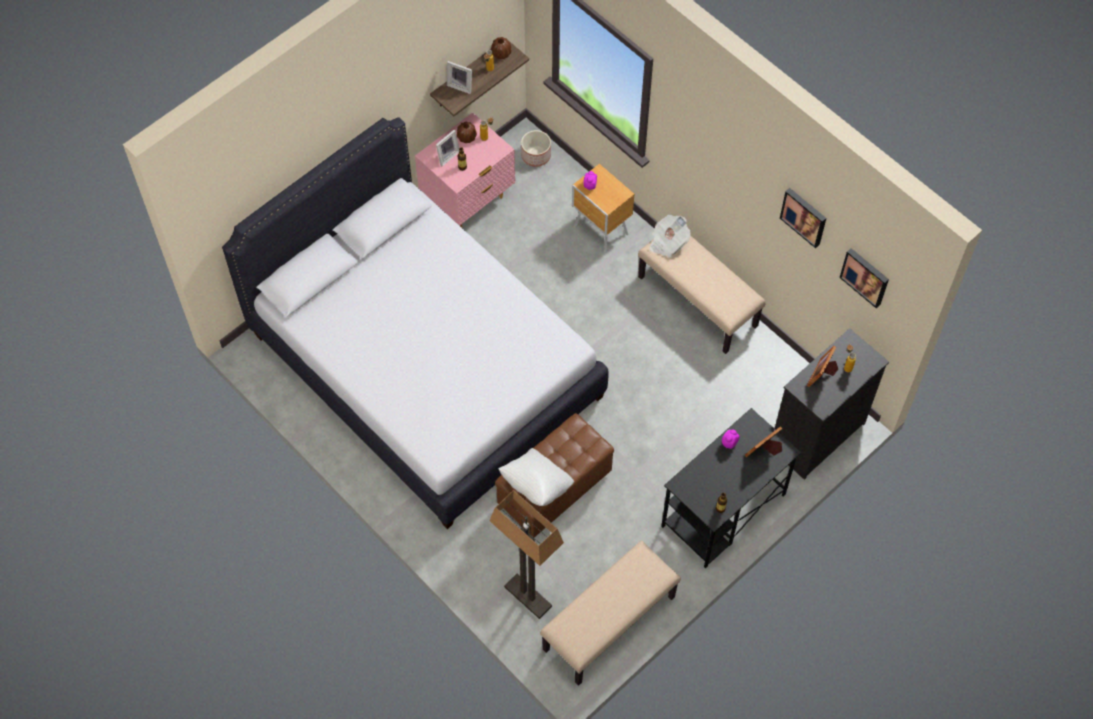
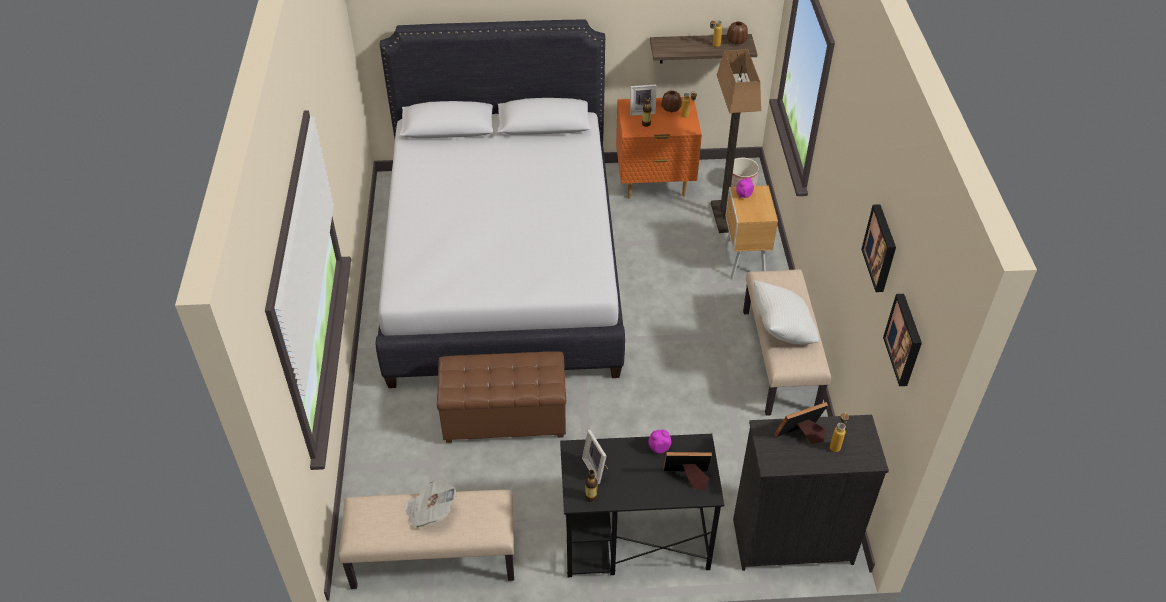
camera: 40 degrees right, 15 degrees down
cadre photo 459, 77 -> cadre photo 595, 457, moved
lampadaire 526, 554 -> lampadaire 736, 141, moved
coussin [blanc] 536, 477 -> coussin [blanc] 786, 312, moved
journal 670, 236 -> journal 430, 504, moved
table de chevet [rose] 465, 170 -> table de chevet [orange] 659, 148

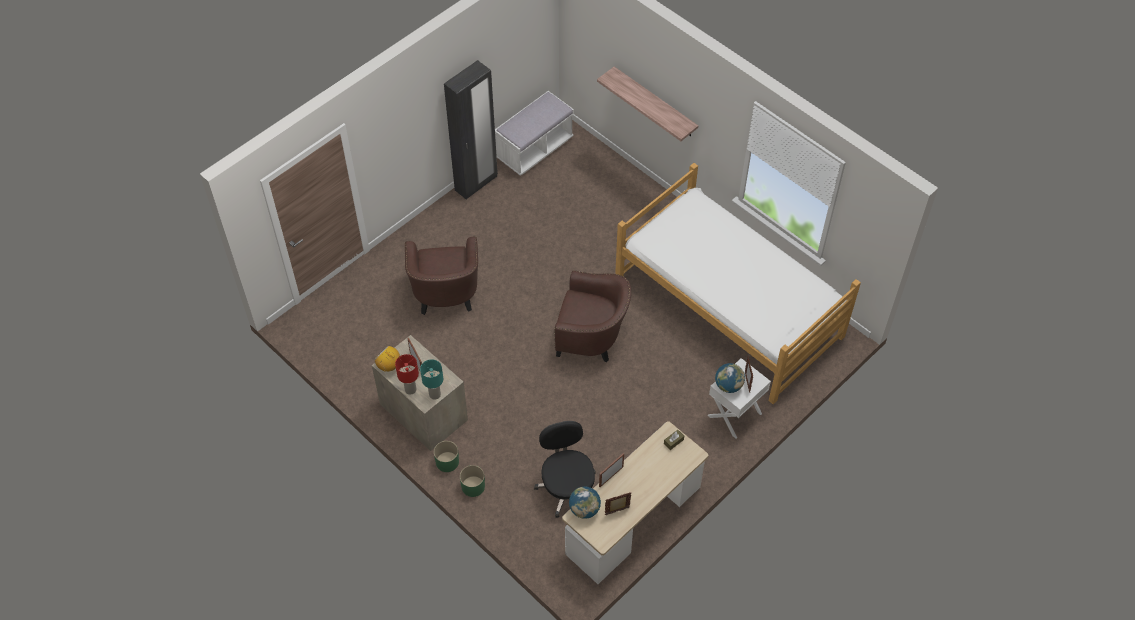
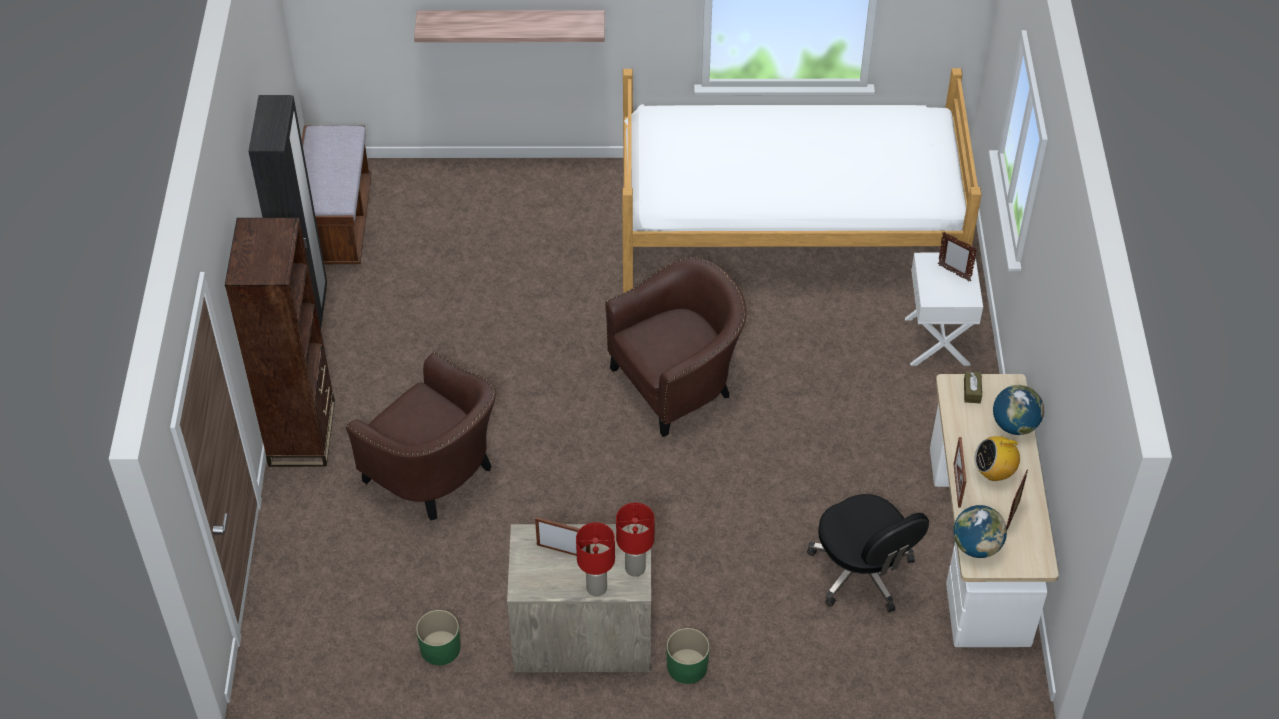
camera: 45 degrees left, 5 degrees down
none -> bibliothèque [marron] 280, 342
radio 388, 359 -> radio 997, 458, moved
cache-pot [vert] 472, 481 -> cache-pot [vert] 438, 637, moved
globe 730, 378 -> globe 1018, 410, moved
lampe de table [turquoise] 431, 379 -> lampe de table [rouge] 635, 540
banc [blanc] 534, 133 -> banc [marron] 337, 194
chaise de bureau [noir] 565, 469 -> chaise de bureau [noir] 868, 553, 150 degrees counterclockwise

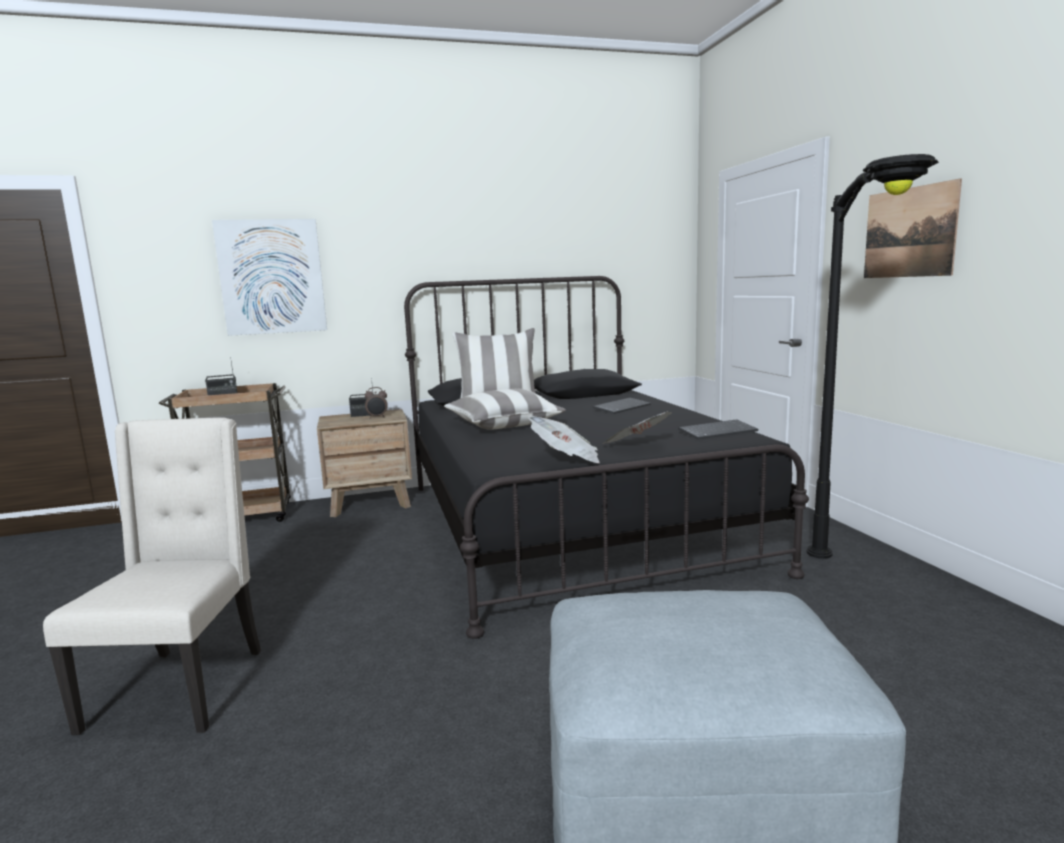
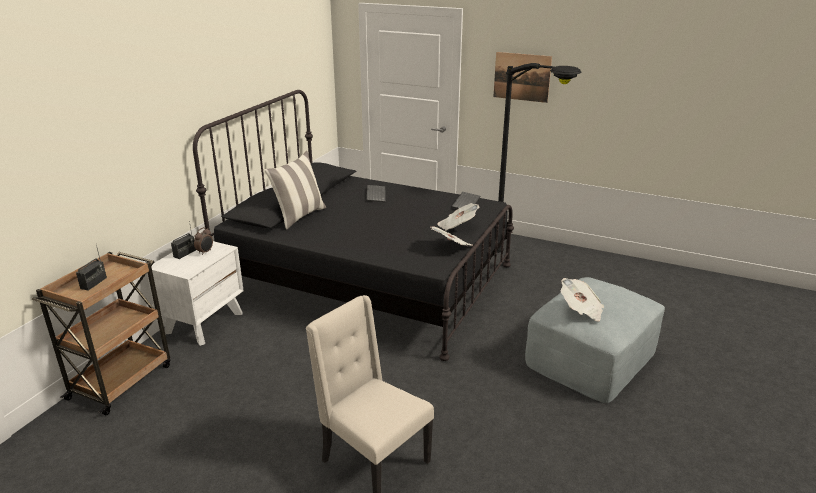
camera: 50 degrees left, 15 degrees up
tableau 269, 277 -> none
coussin 505, 409 -> none
none -> journal 582, 300
table de chevet [marron] 364, 463 -> table de chevet [blanc] 195, 292

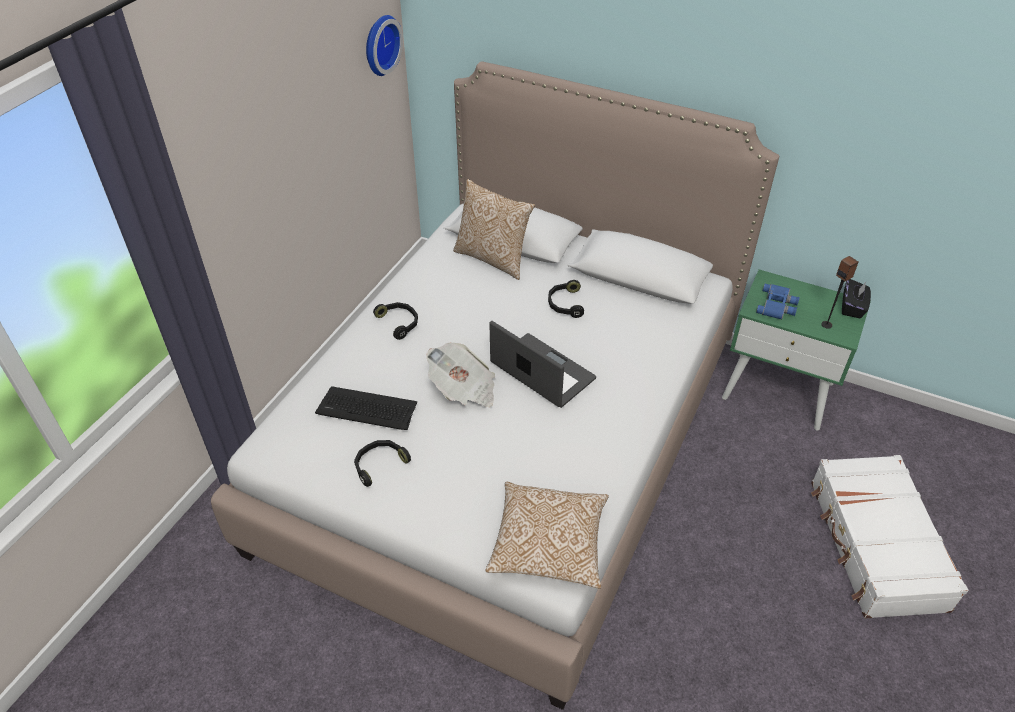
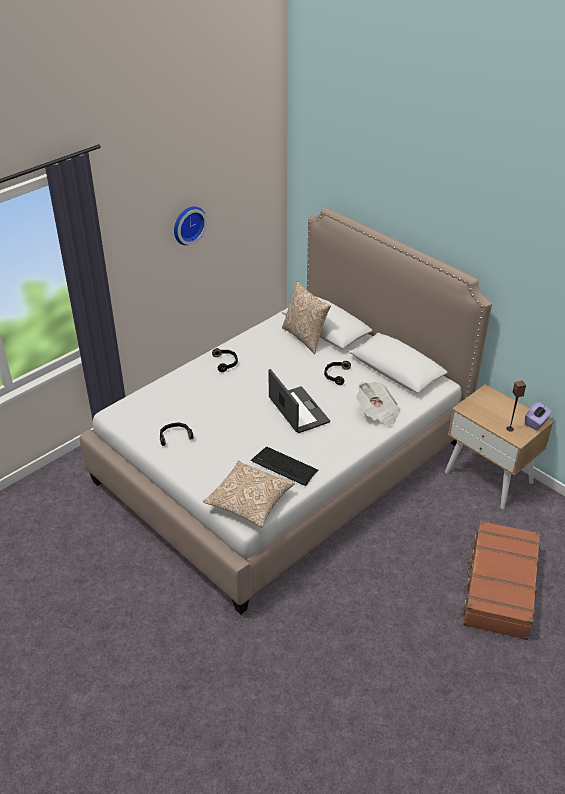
camera: 20 degrees right, 5 degrees down
jumelles [bleu] 778, 302 -> none
clavier 366, 408 -> clavier 284, 466, moved
horloge murale 384, 45 -> horloge murale 190, 225, moved
journal 460, 375 -> journal 378, 404, moved
table de chevet [vert] 796, 350 -> table de chevet [beige] 499, 446
valise [blanc] 889, 536 -> valise [marron] 500, 580
boîte à mouchoirs [noir] 856, 298 -> boîte à mouchoirs [violet] 538, 416

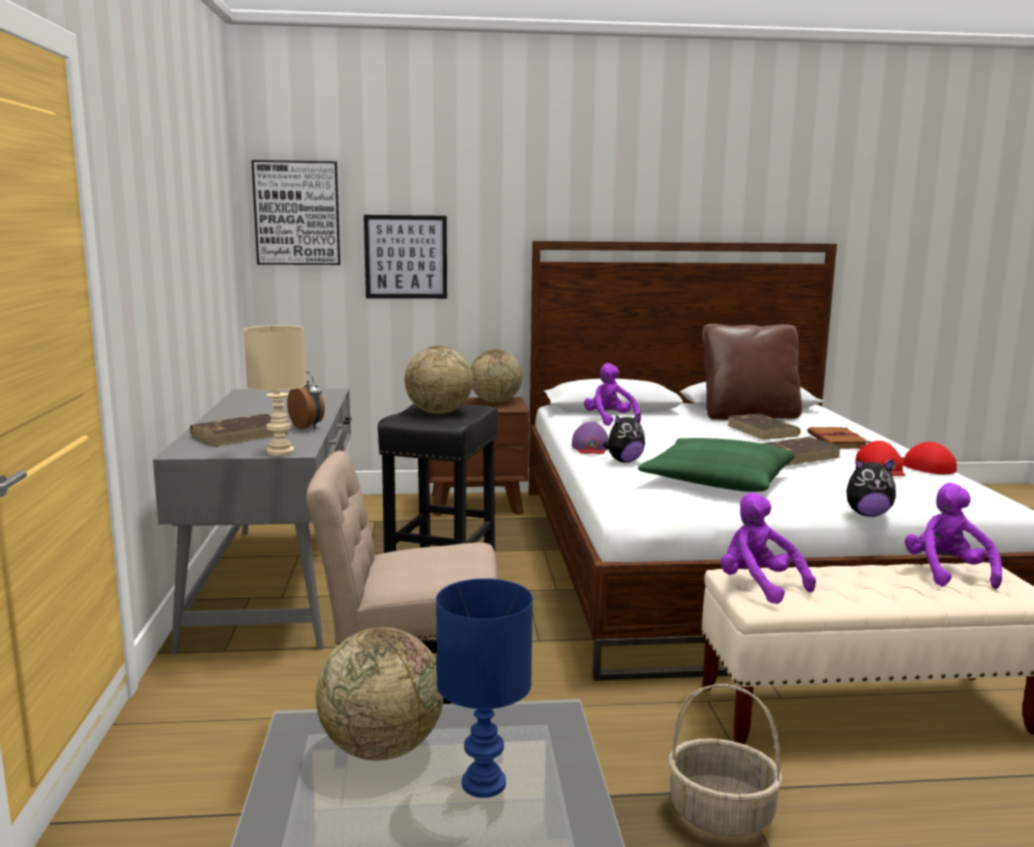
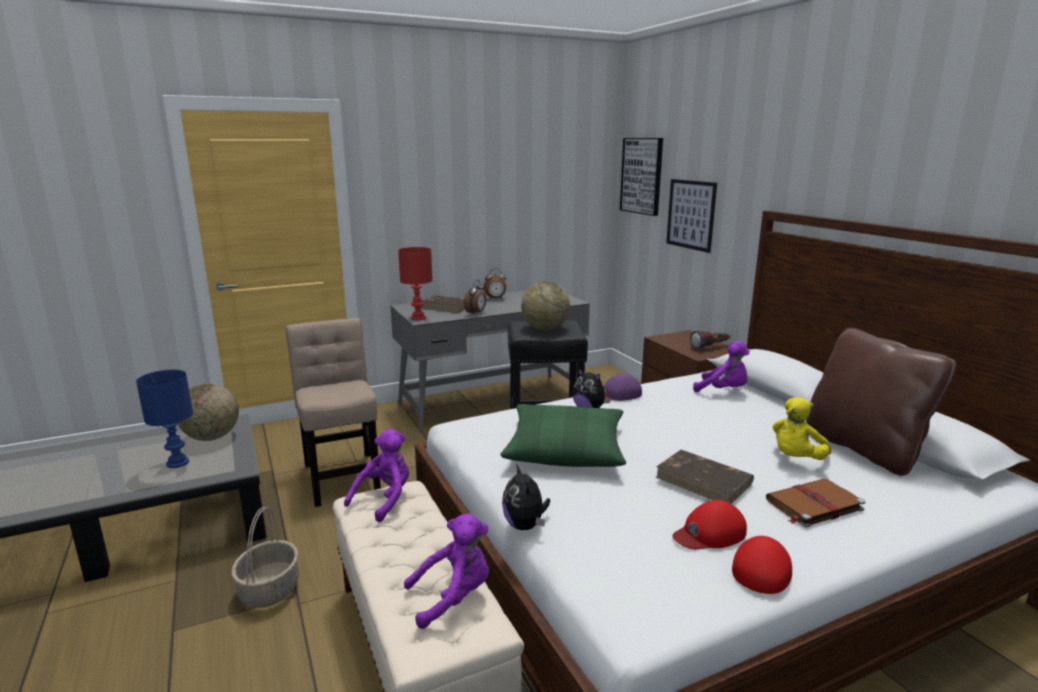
camera: 70 degrees right, 5 degrees up
none -> réveil 494, 283
globe 496, 376 -> lampe de poche 710, 340
livre [marron] 764, 426 -> peluche [jaune] 802, 428
lampe de table [beige] 275, 390 -> lampe de table [rouge] 415, 283
peluche [violet] 612, 394 -> peluche [violet] 721, 366, 75 degrees clockwise

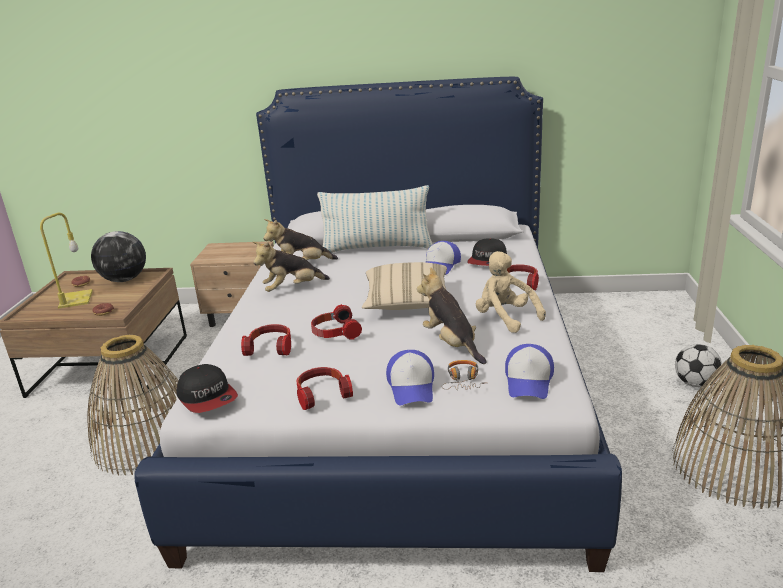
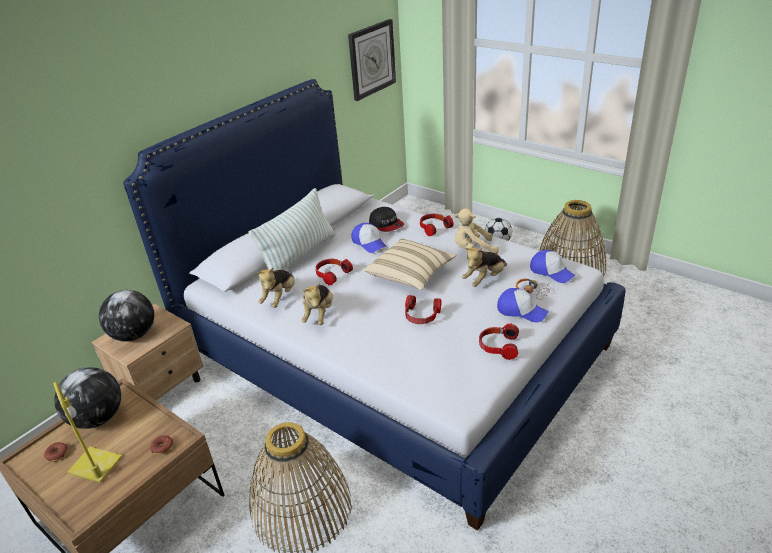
camera: 55 degrees left, 10 degrees up
casquette 207, 388 -> none
none -> globe 126, 316
none -> horloge murale 372, 60
casque audio 266, 340 -> casque audio 334, 272, moved
peluche 451, 315 -> peluche 484, 267, 45 degrees counterclockwise

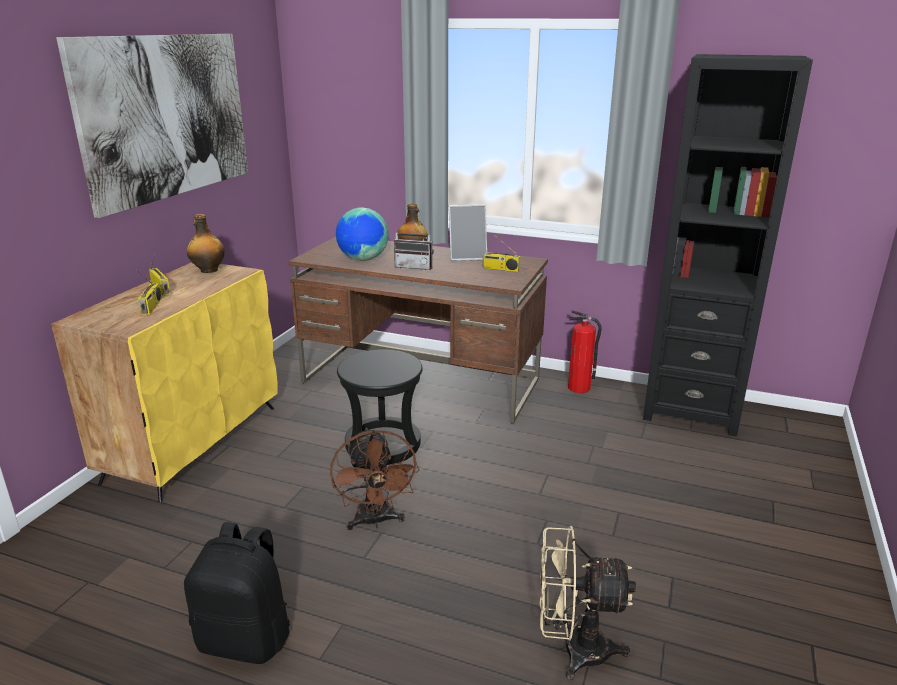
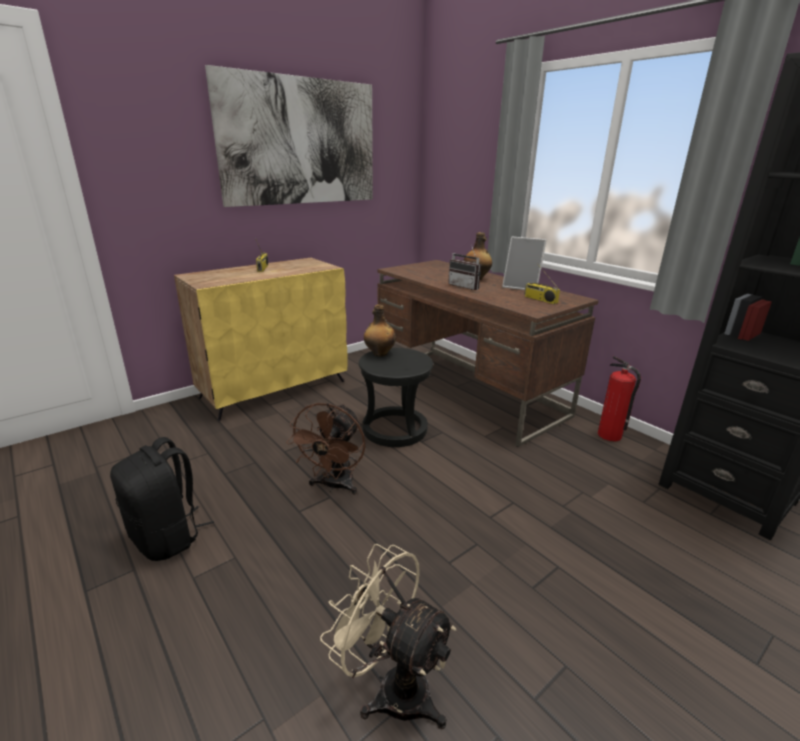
camera: 30 degrees right, 0 degrees up
radio 149, 292 -> none
globe 362, 234 -> none
bouteille 206, 243 -> bouteille 380, 331, moved

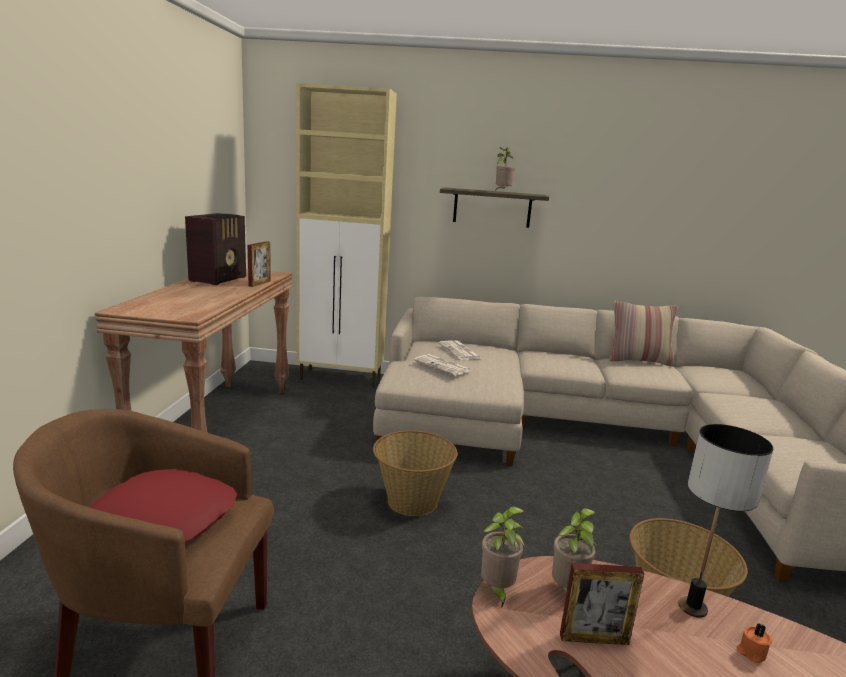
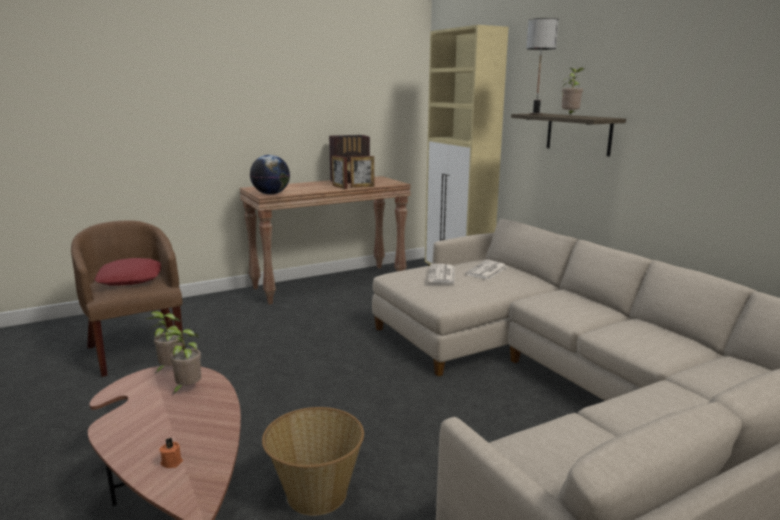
camera: 55 degrees right, 0 degrees up
panier 415, 473 -> none
coussin 643, 333 -> none
none -> globe 270, 175
cadre photo 602, 604 -> cadre photo 340, 172, moved
lampe de table 725, 521 -> lampe de table 542, 66, moved

